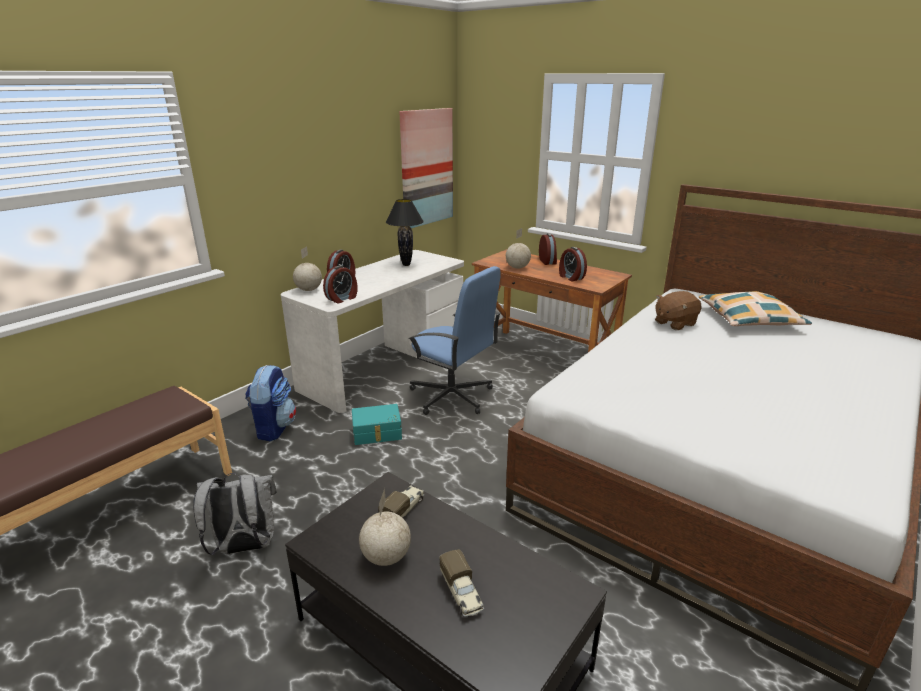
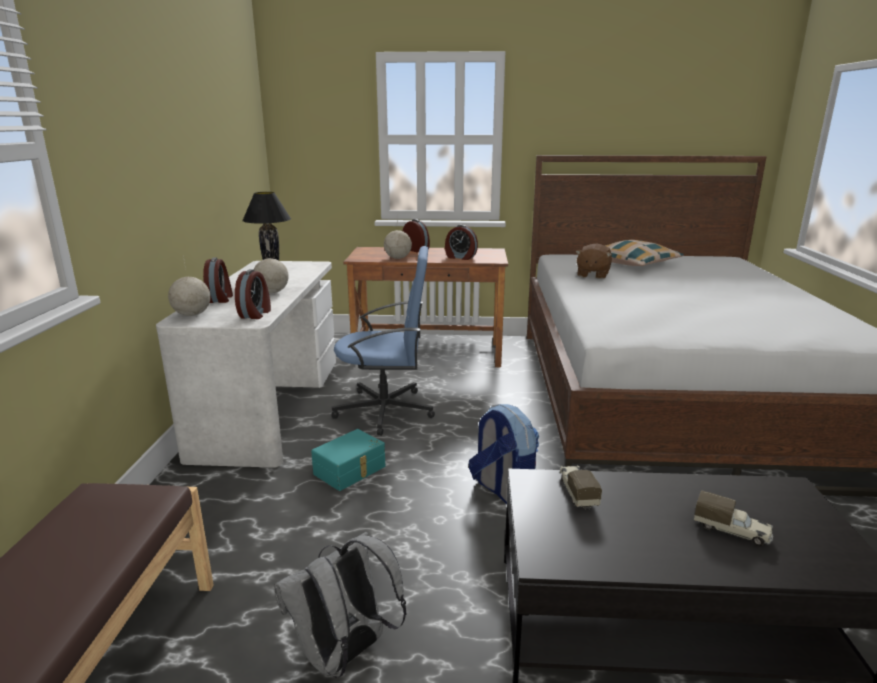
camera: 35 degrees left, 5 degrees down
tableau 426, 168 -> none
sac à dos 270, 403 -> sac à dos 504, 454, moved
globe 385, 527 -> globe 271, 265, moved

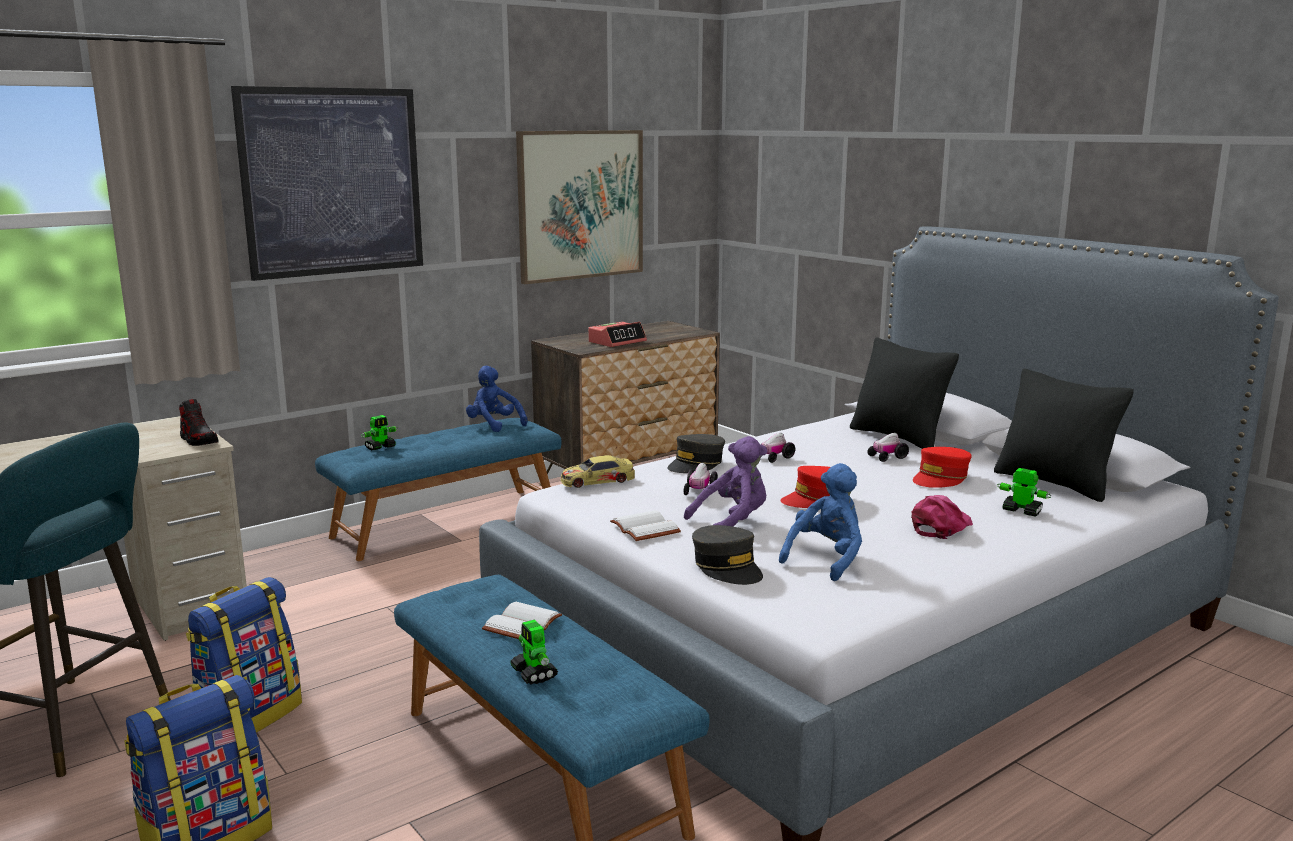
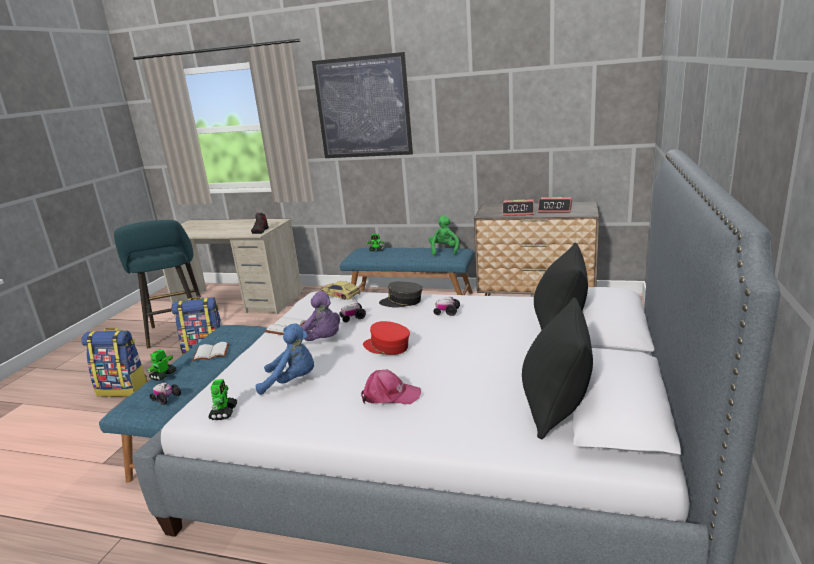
camera: 55 degrees right, 5 degrees up
tableau 579, 207 -> none
casquette [gris] 727, 555 -> none
casquette [rouge] 942, 467 -> none
none -> réveil 555, 205
petite voiture 888, 447 -> petite voiture 165, 394, moved
robot jouet 1024, 492 -> robot jouet 222, 399, moved
peluche [bleu] 496, 399 -> peluche [vert] 444, 235

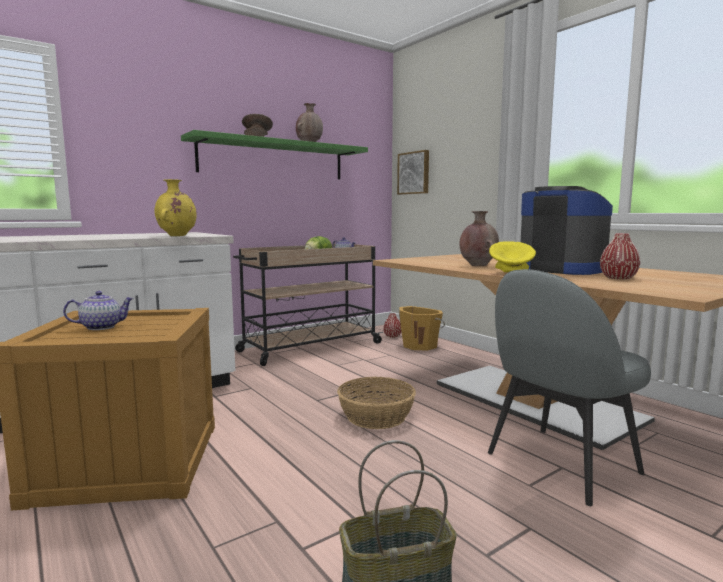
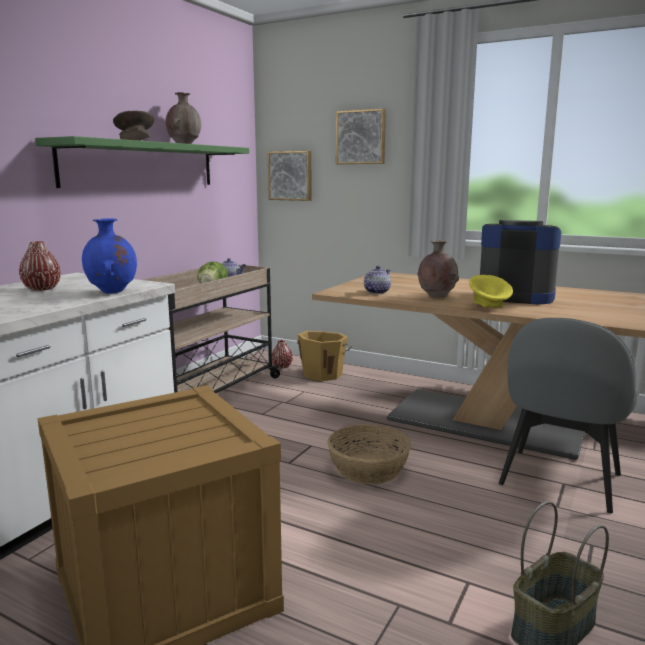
camera: 25 degrees left, 5 degrees up
none -> tableau 361, 136
théière 98, 310 -> théière 377, 280, moved
vase [rouge] 620, 256 -> vase [rouge] 40, 266, moved
vase [jaune] 175, 207 -> vase [bleu] 109, 256

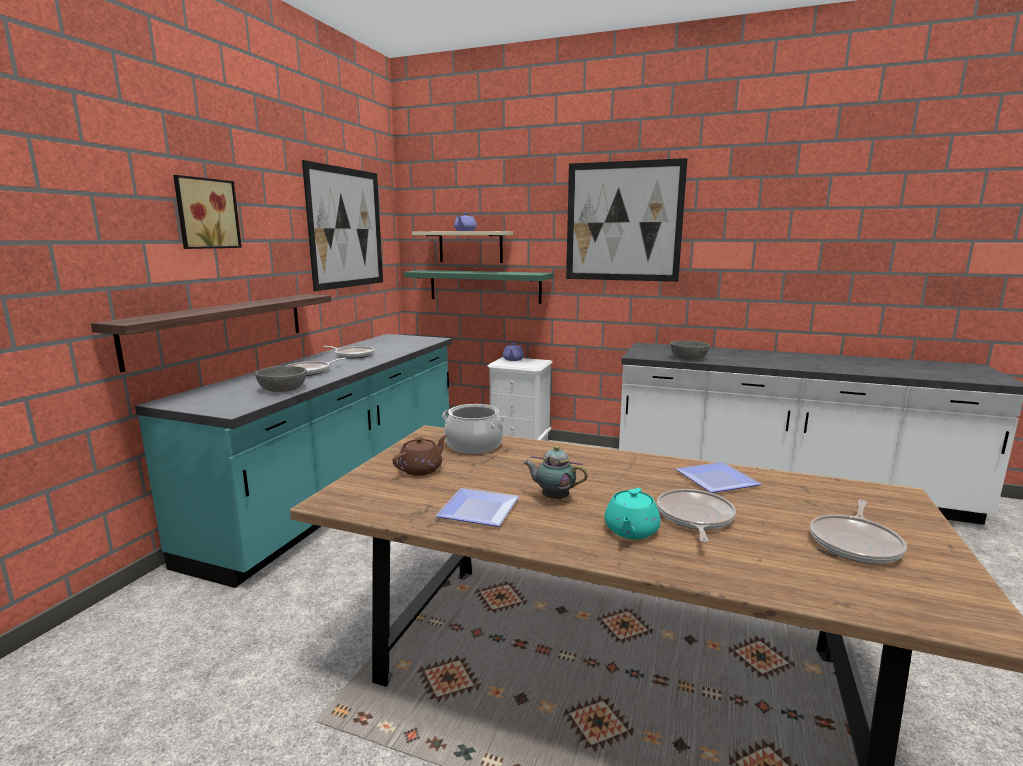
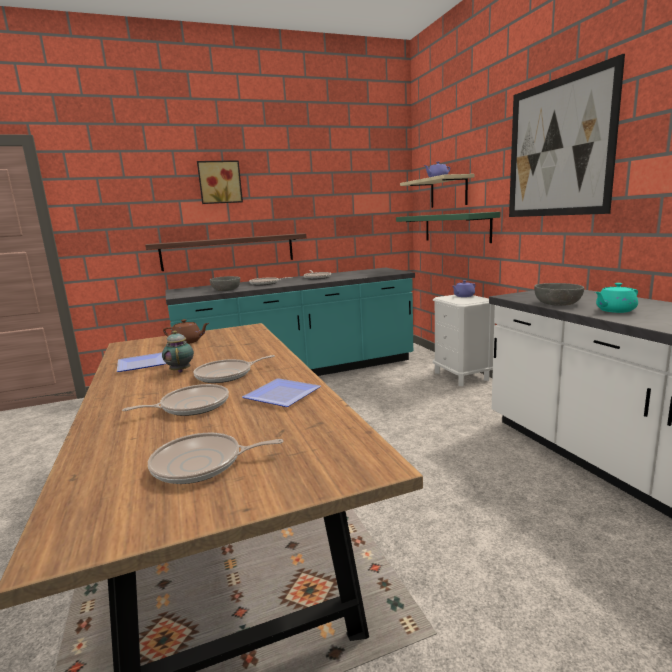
camera: 50 degrees right, 0 degrees up
tableau 342, 225 -> none
marmite 474, 429 -> none
none -> poêle 234, 369
théière [turquoise] 632, 513 -> théière [turquoise] 616, 298, moved

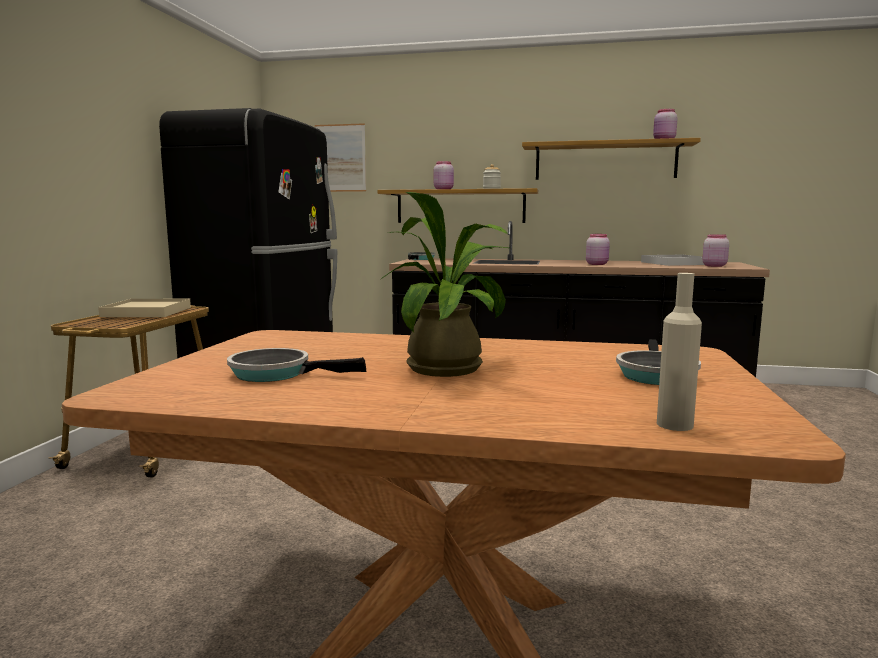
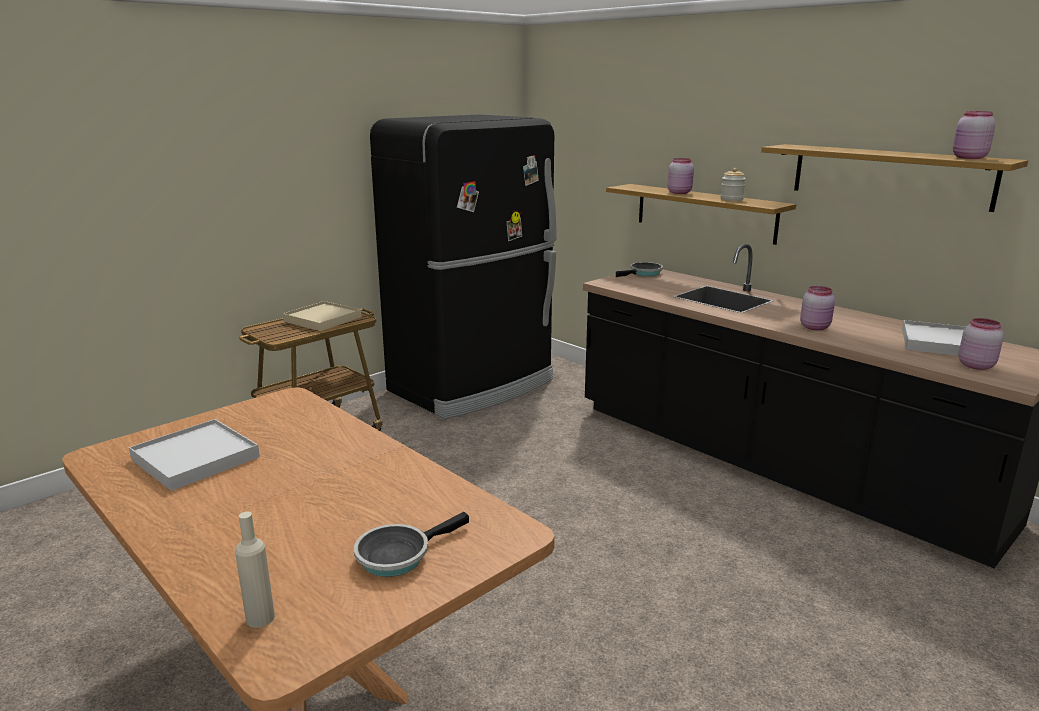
camera: 35 degrees right, 10 degrees up
tableau 340, 157 -> none
plante en pot 445, 284 -> none
poêle 297, 365 -> plateau [blanc] 194, 455

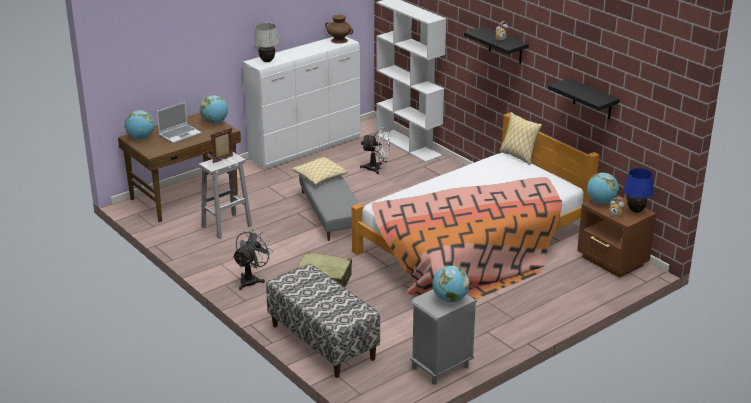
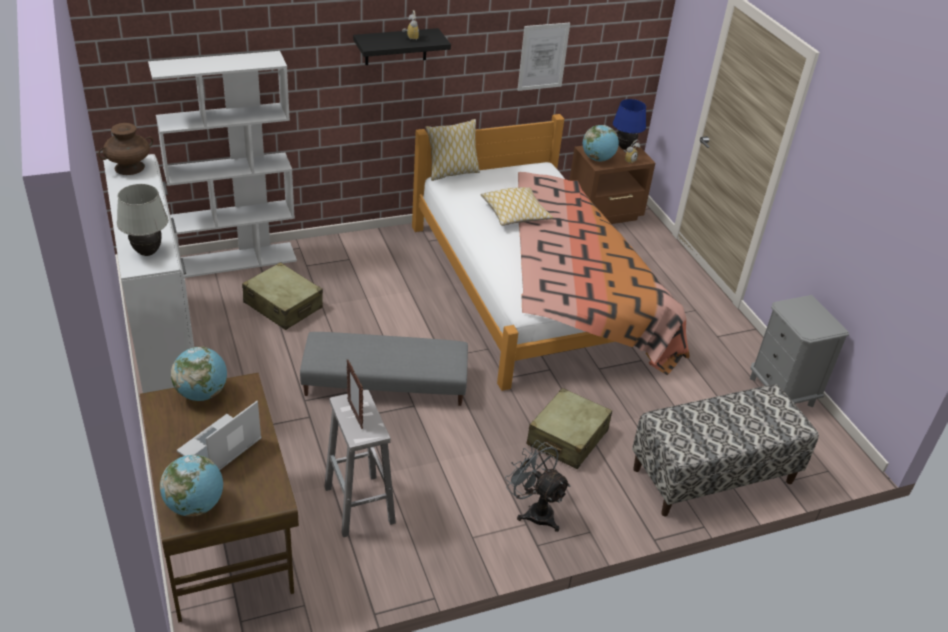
camera: 75 degrees left, 10 degrees up
globe 451, 284 -> none
coussin 320, 171 -> coussin 516, 206, moved
ventilateur [blanc] 375, 150 -> valise [beige] 282, 296
étagère [noir] 584, 98 -> tableau 544, 57
ordinateur portable 179, 123 -> ordinateur portable 219, 435, 120 degrees counterclockwise

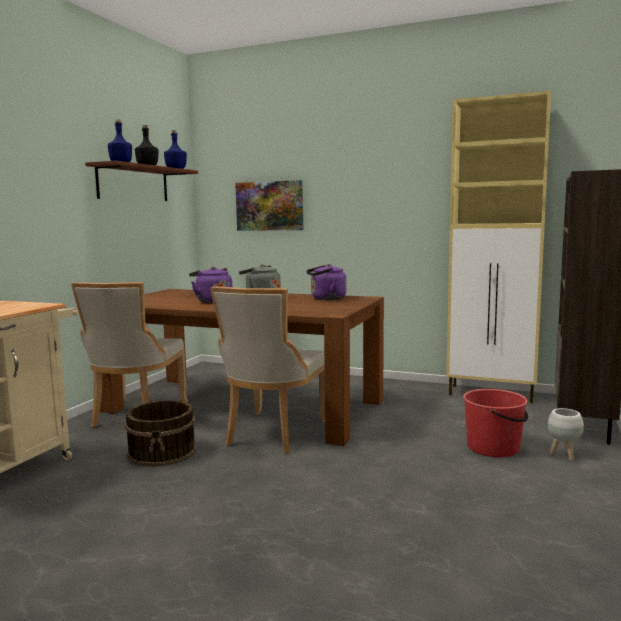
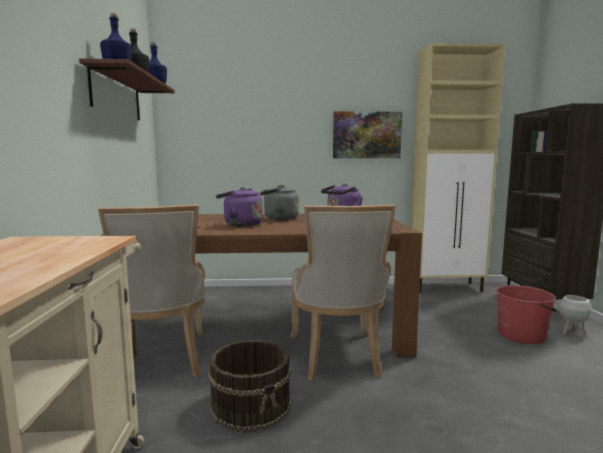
camera: 25 degrees left, 0 degrees up
tableau 269, 205 -> tableau 367, 134, moved

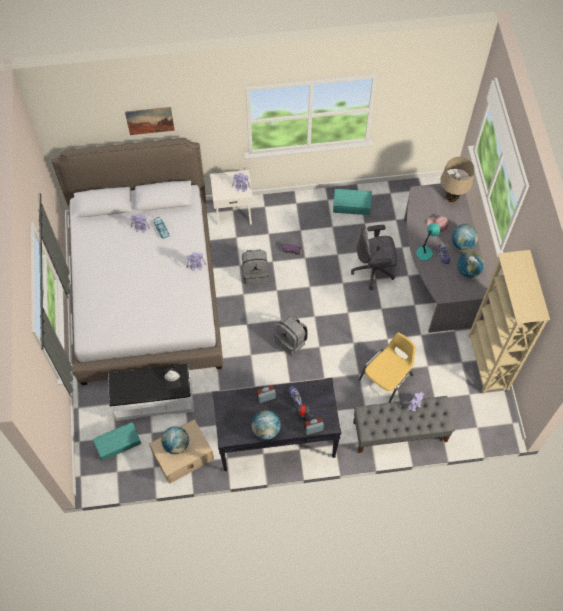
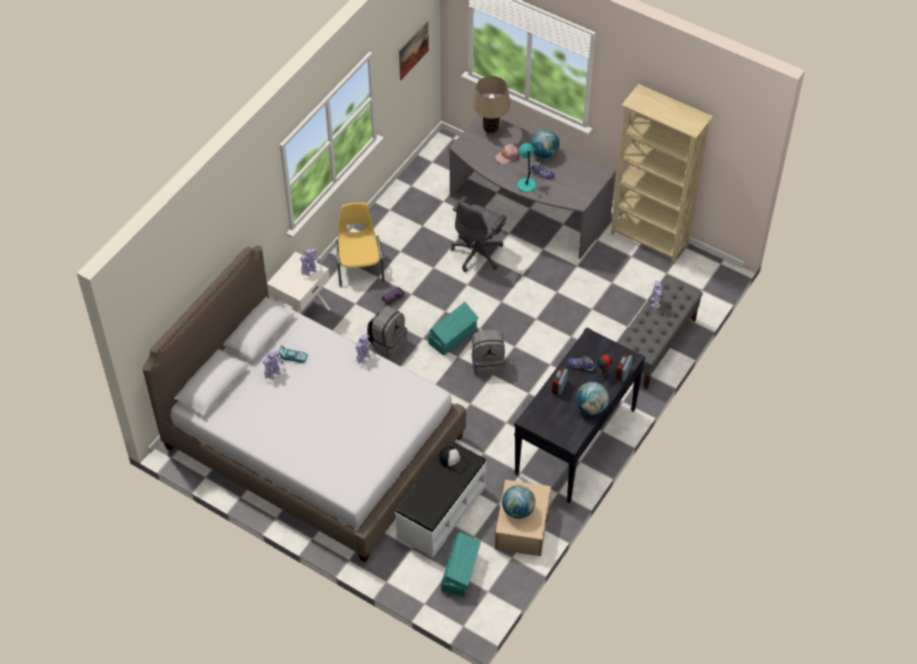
camera: 50 degrees left, 10 degrees down
globe 470, 264 -> none
tableau 150, 121 -> tableau 414, 50, moved
boîte de rangement [turquoise] 352, 202 -> boîte de rangement [turquoise] 453, 329, moved
chaise [jaune] 387, 367 -> chaise [jaune] 360, 244, moved

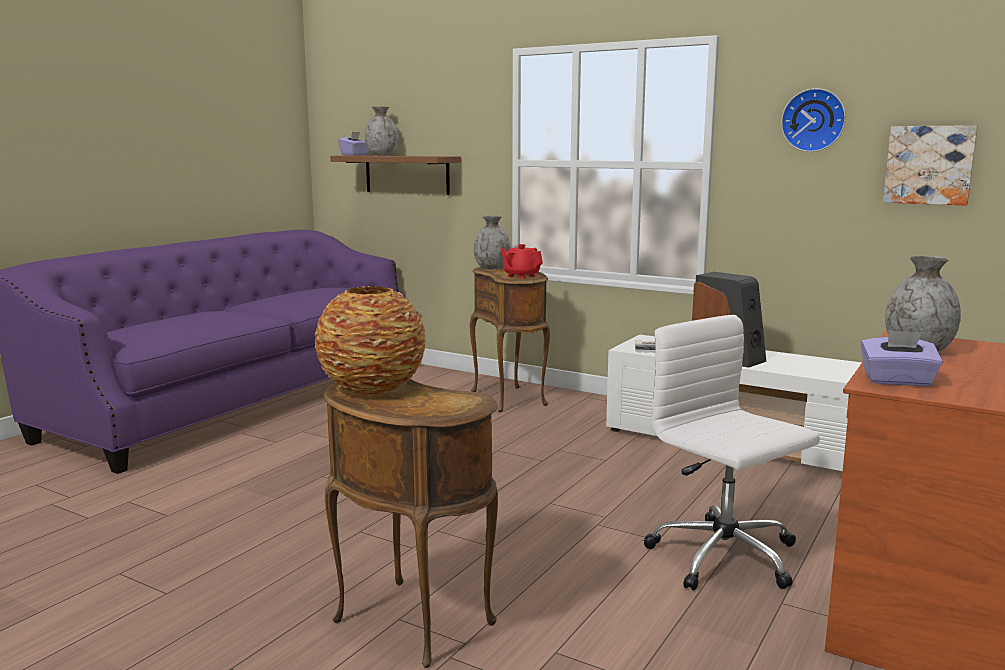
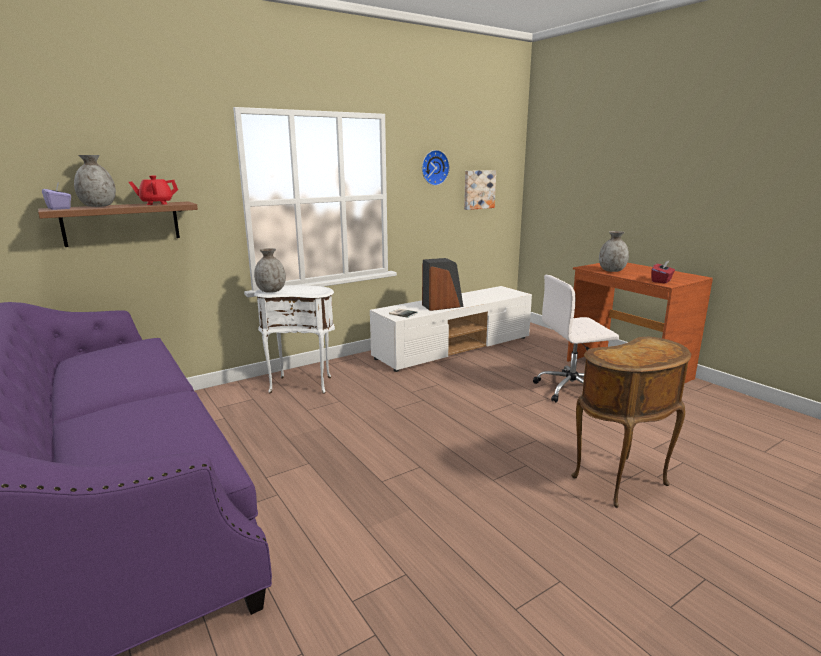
camera: 65 degrees left, 5 degrees up
vase 370, 340 -> none
théière [rouge] 521, 261 -> théière [rouge] 153, 190, moved
table d'appoint [marron] 510, 339 -> table d'appoint [blanc] 294, 339
boîte à mouchoirs [violet] 902, 358 -> boîte à mouchoirs [rouge] 663, 272

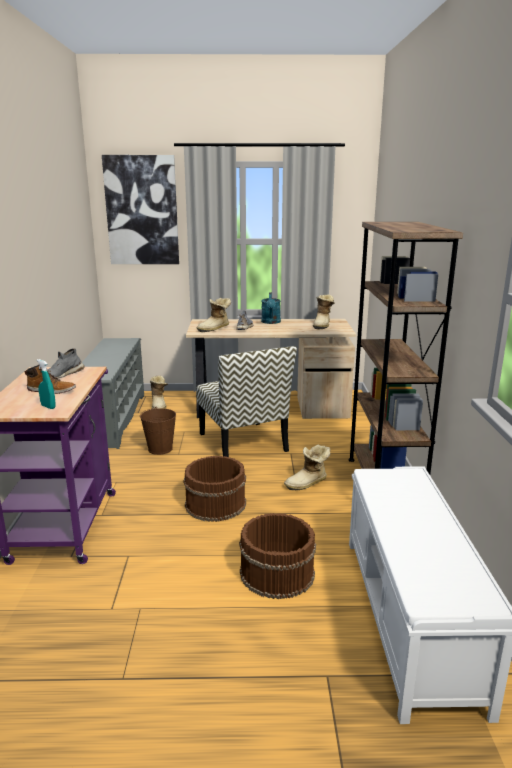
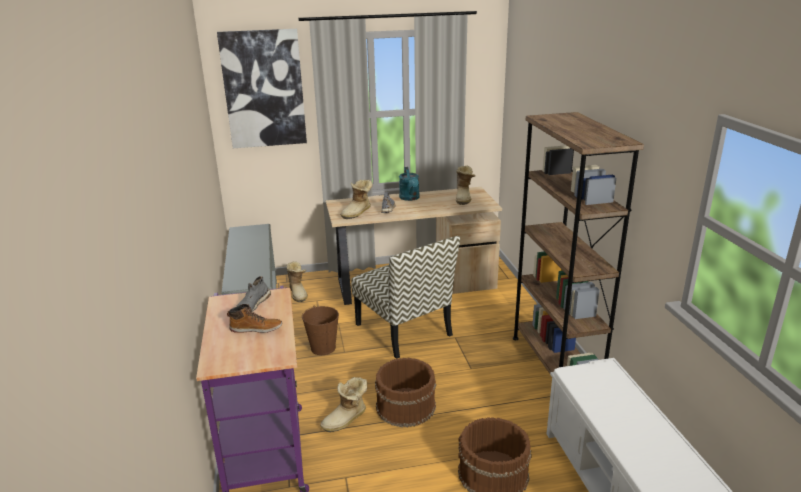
camera: 10 degrees left, 5 degrees up
vaporisateur [turquoise] 46, 384 -> none
botte 307, 467 -> botte 343, 404, moved

